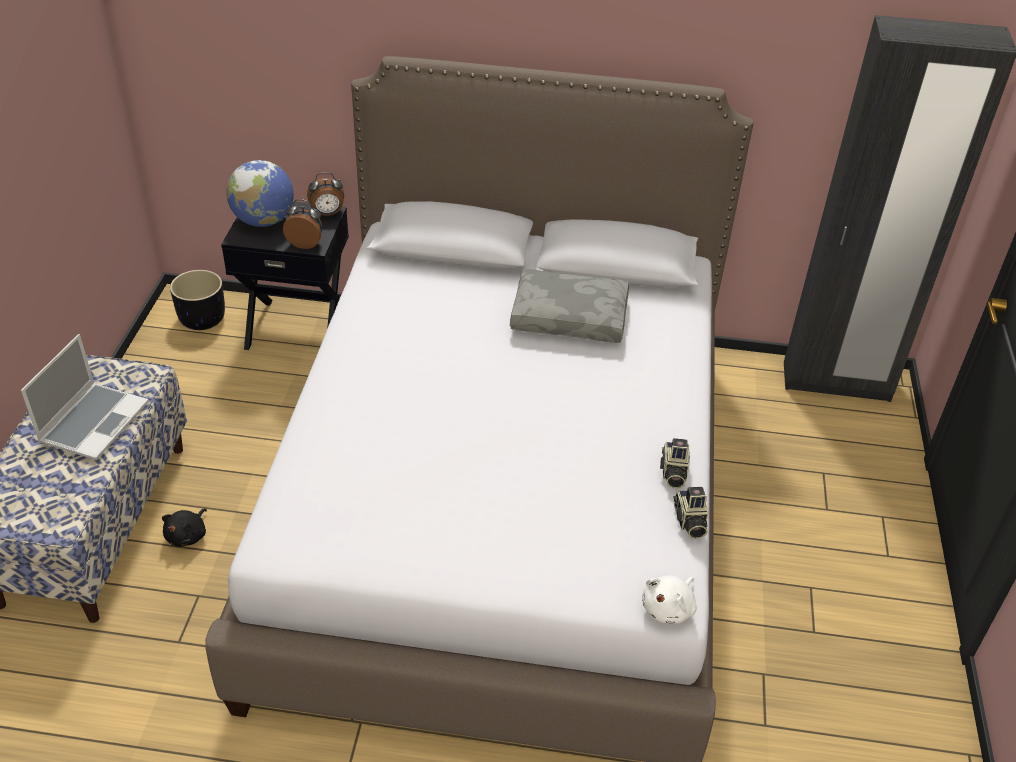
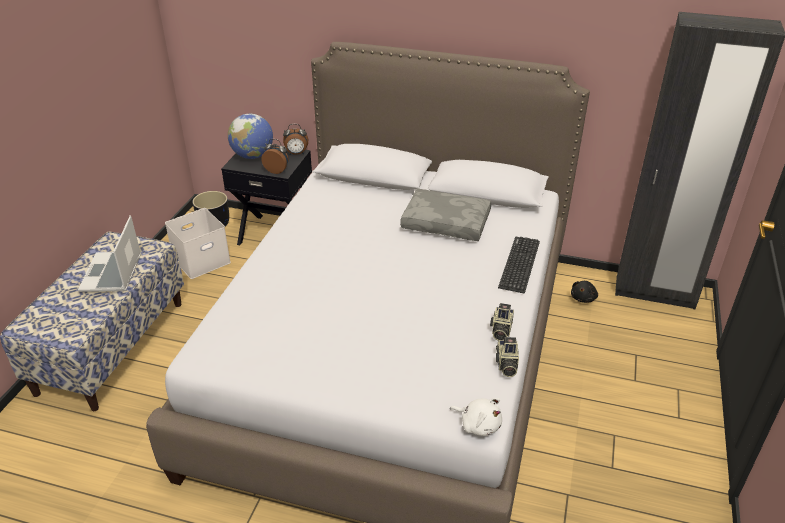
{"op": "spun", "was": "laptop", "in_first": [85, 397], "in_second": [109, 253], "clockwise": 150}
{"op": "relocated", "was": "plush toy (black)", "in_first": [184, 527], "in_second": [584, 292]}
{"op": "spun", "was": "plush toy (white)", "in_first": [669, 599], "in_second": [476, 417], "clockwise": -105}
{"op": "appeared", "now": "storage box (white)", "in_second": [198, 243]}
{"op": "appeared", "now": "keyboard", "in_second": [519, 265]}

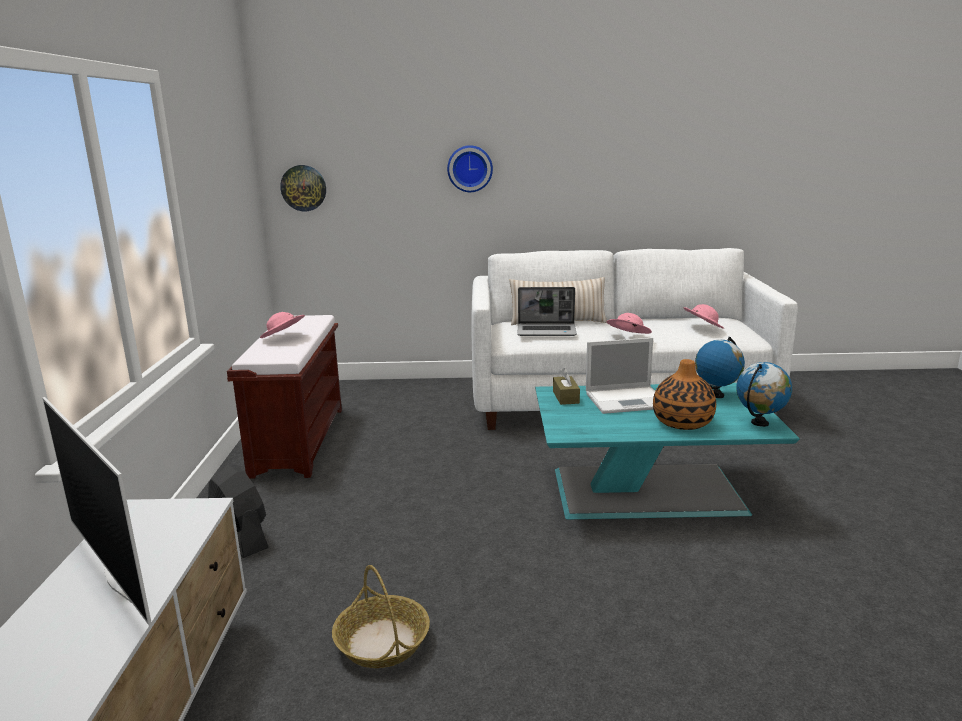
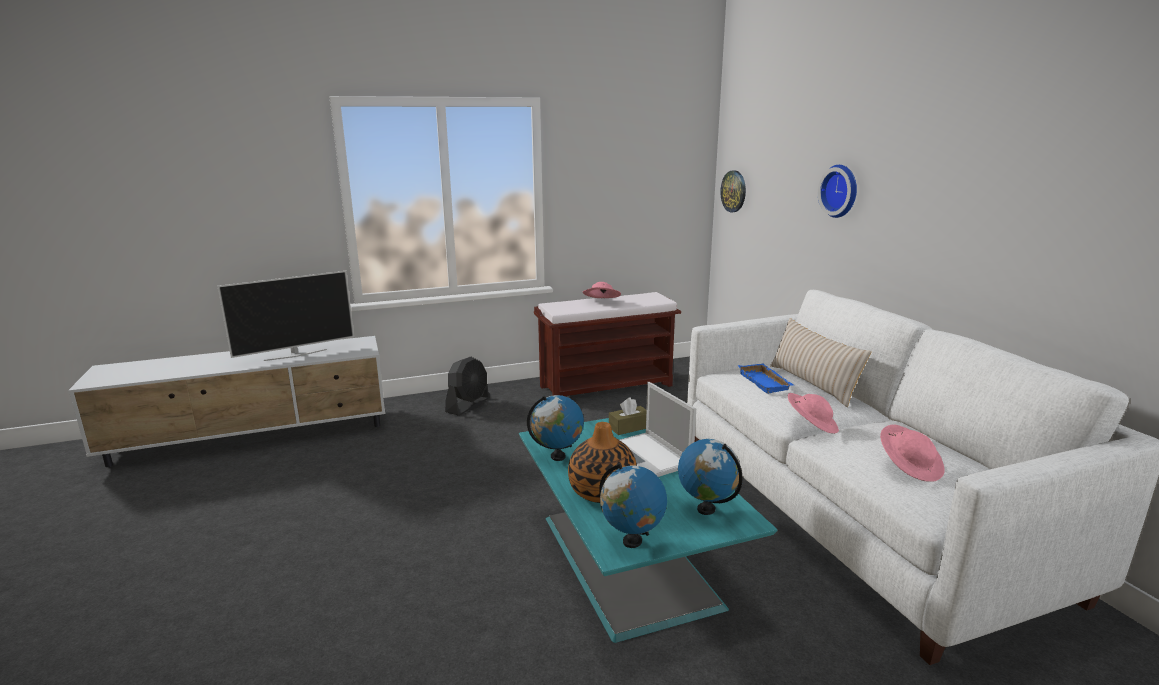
{"op": "spun", "was": "television", "in_first": [97, 511], "in_second": [285, 316], "clockwise": -150}
{"op": "missing", "was": "basket", "in_first": [381, 616]}
{"op": "exchanged", "was": "laptop", "now": "tray (blue)", "in_first": [547, 311], "in_second": [766, 379]}
{"op": "appeared", "now": "globe", "in_second": [555, 428]}

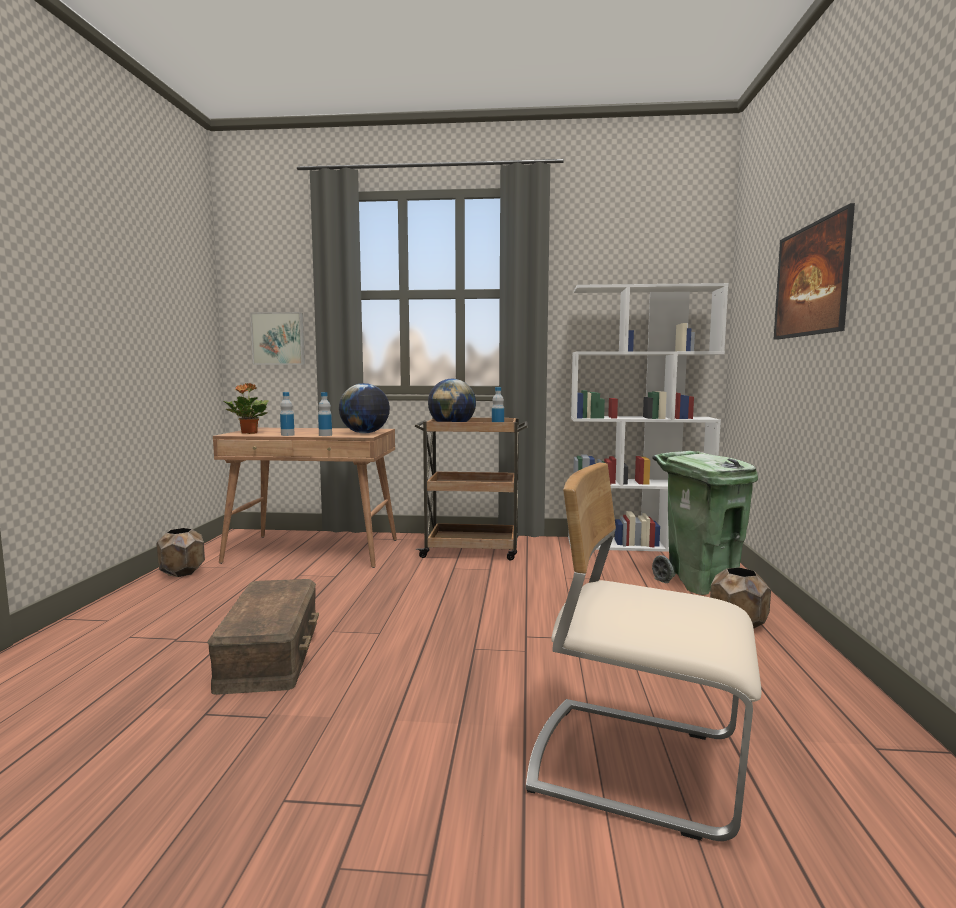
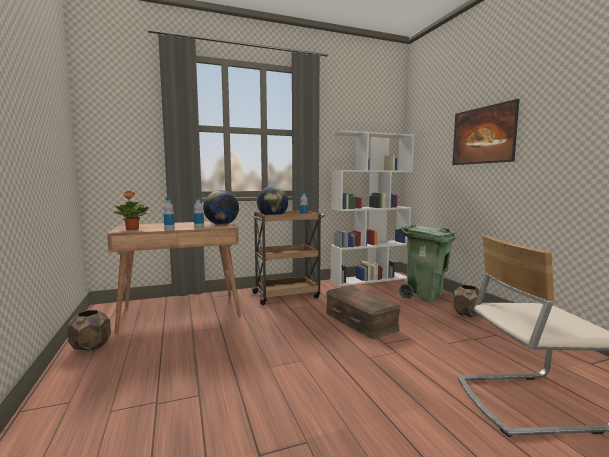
{"op": "relocated", "was": "storage box (brown)", "in_first": [263, 637], "in_second": [363, 312]}
{"op": "missing", "was": "picture", "in_first": [277, 338]}

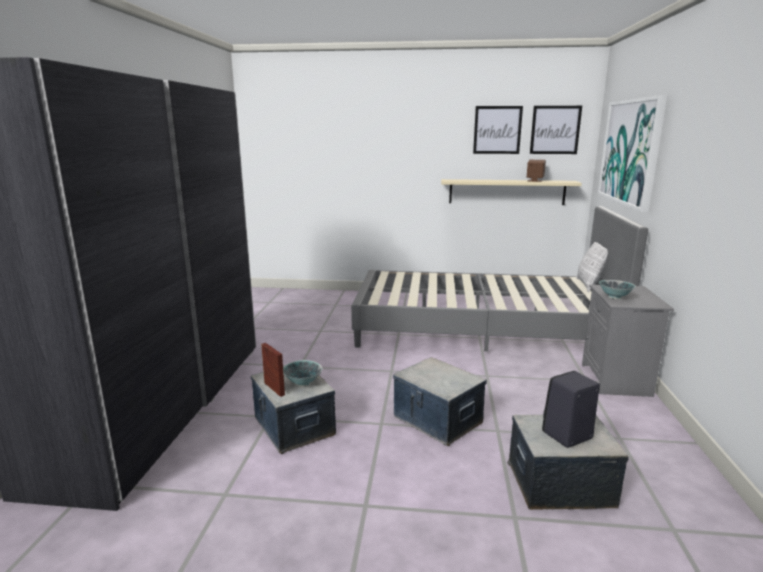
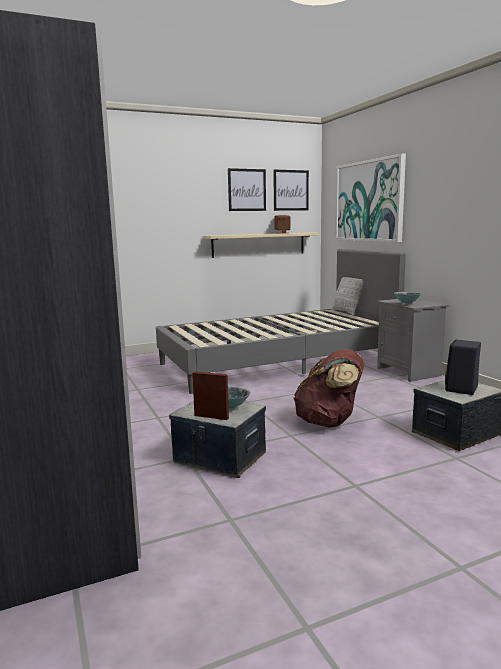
{"op": "exchanged", "was": "storage box", "now": "backpack (brown)", "in_first": [440, 401], "in_second": [329, 388]}

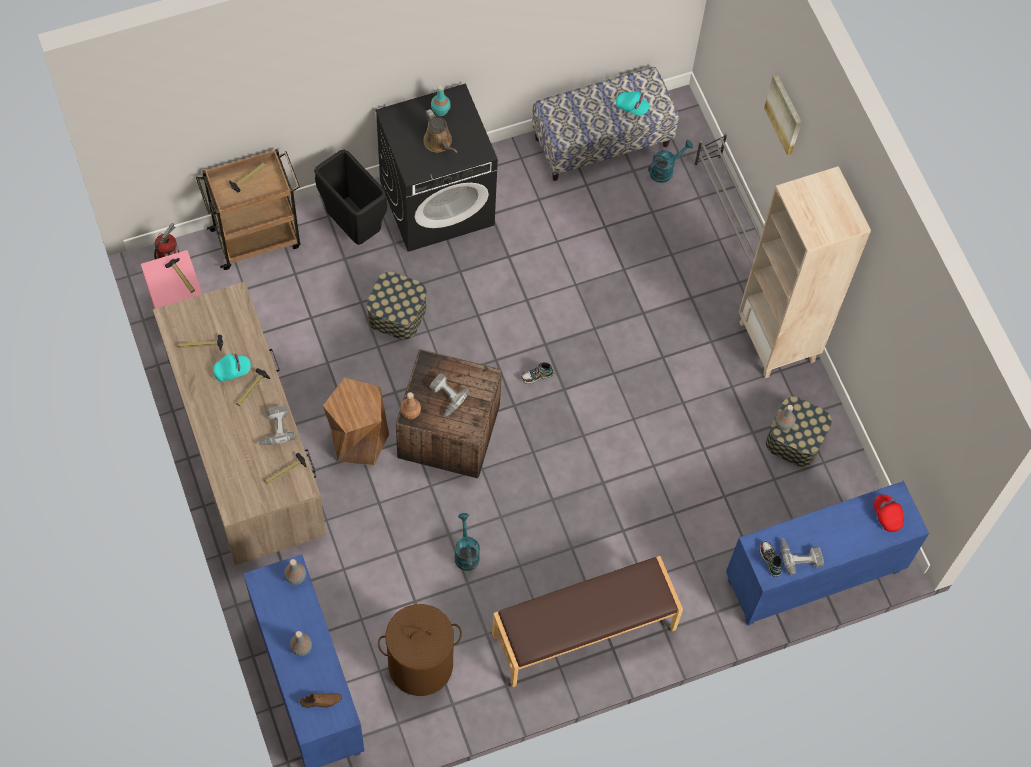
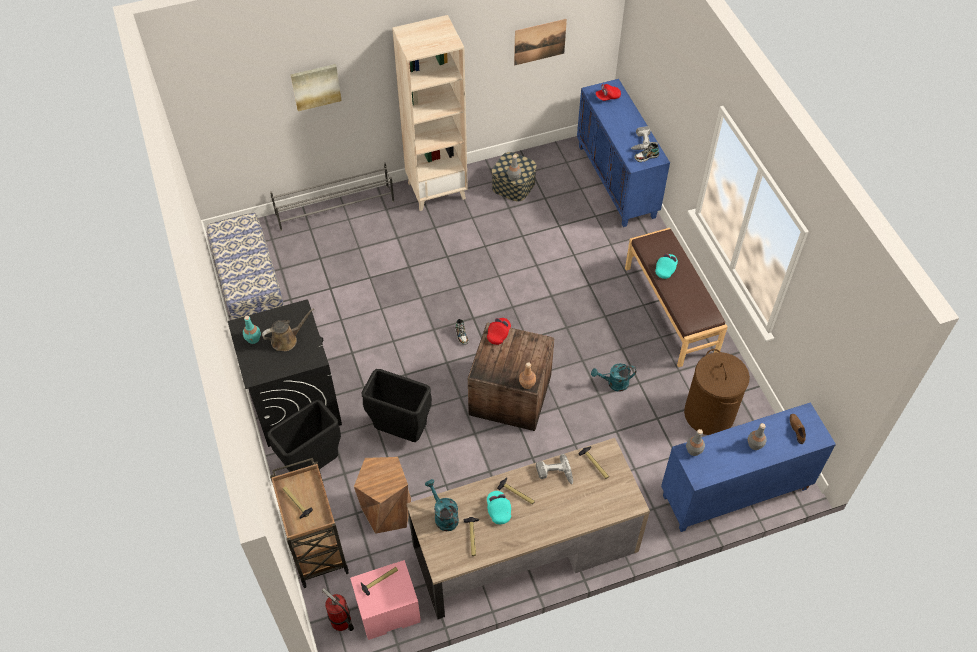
{"op": "relocated", "was": "stool (brown)", "in_first": [356, 421], "in_second": [382, 495]}
{"op": "exchanged", "was": "storage box", "now": "trash can (black)", "in_first": [397, 306], "in_second": [397, 405]}
{"op": "missing", "was": "power drill", "in_first": [450, 395]}
{"op": "relocated", "was": "cap (turquoise)", "in_first": [633, 104], "in_second": [666, 266]}
{"op": "relocated", "was": "watering can (turquoise)", "in_first": [671, 161], "in_second": [442, 505]}
{"op": "appeared", "now": "cap (red)", "in_second": [499, 331]}
{"op": "appeared", "now": "picture", "in_second": [540, 42]}

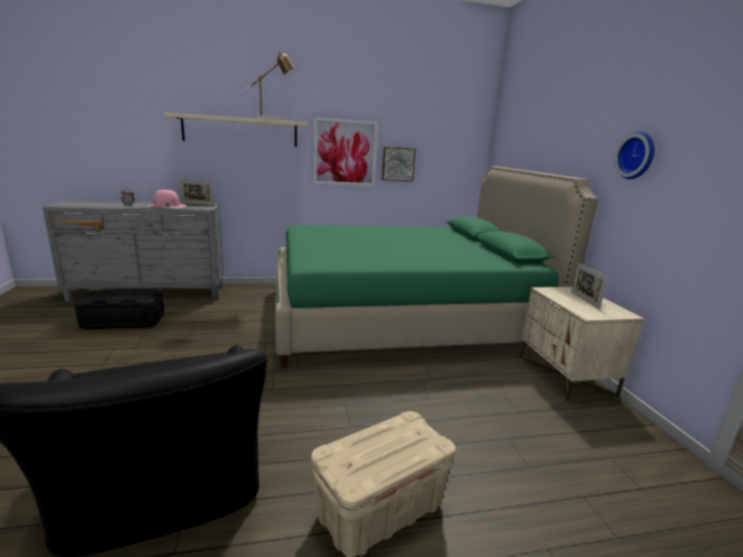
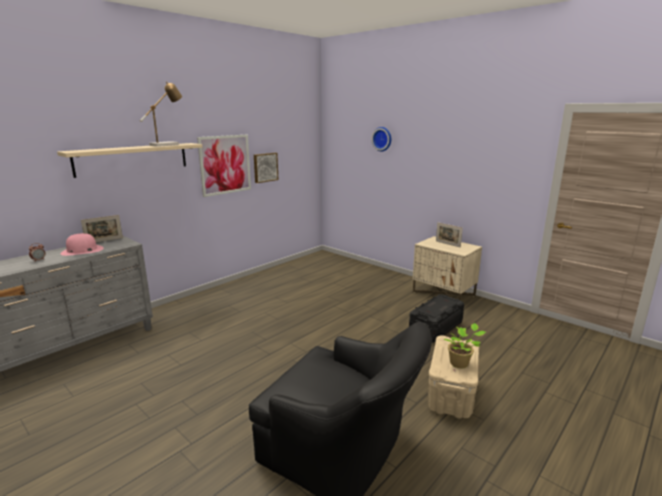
{"op": "relocated", "was": "storage box (black)", "in_first": [119, 309], "in_second": [436, 318]}
{"op": "missing", "was": "bed (green)", "in_first": [436, 267]}
{"op": "relocated", "was": "wall clock", "in_first": [634, 155], "in_second": [381, 139]}
{"op": "appeared", "now": "potted plant", "in_second": [464, 345]}

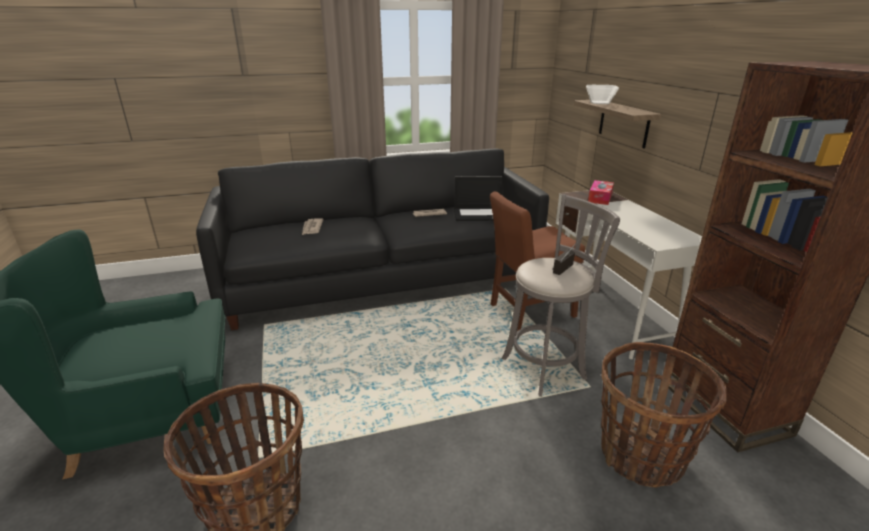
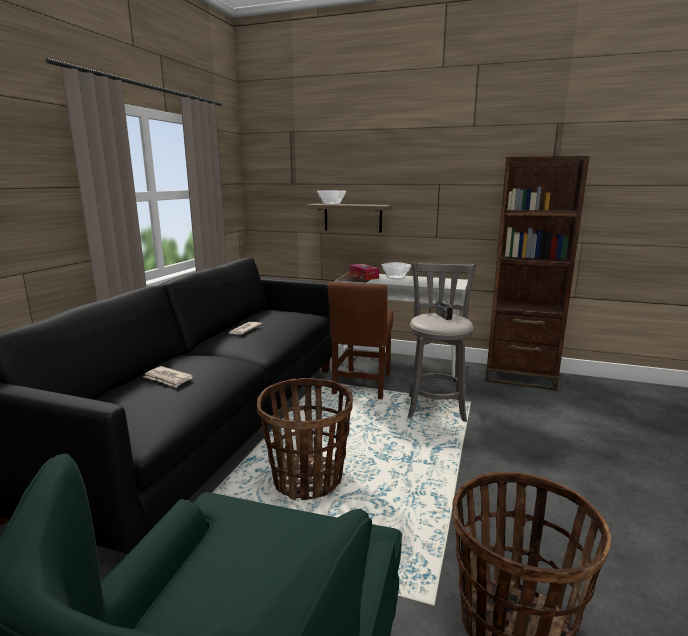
{"op": "missing", "was": "laptop", "in_first": [478, 198]}
{"op": "relocated", "was": "basket", "in_first": [664, 414], "in_second": [305, 439]}
{"op": "appeared", "now": "bowl", "in_second": [396, 270]}

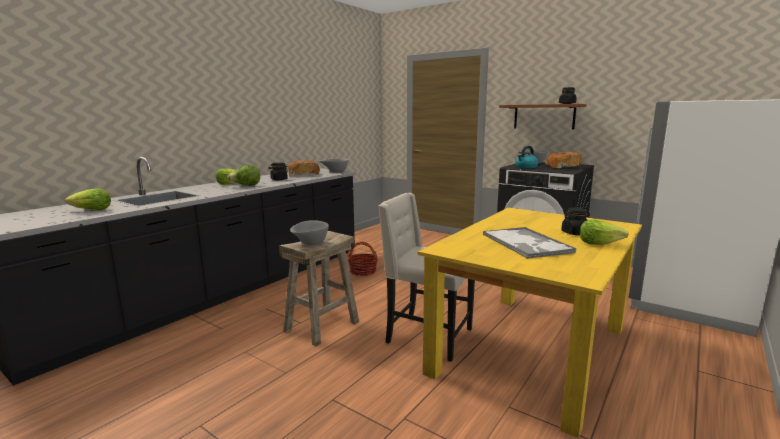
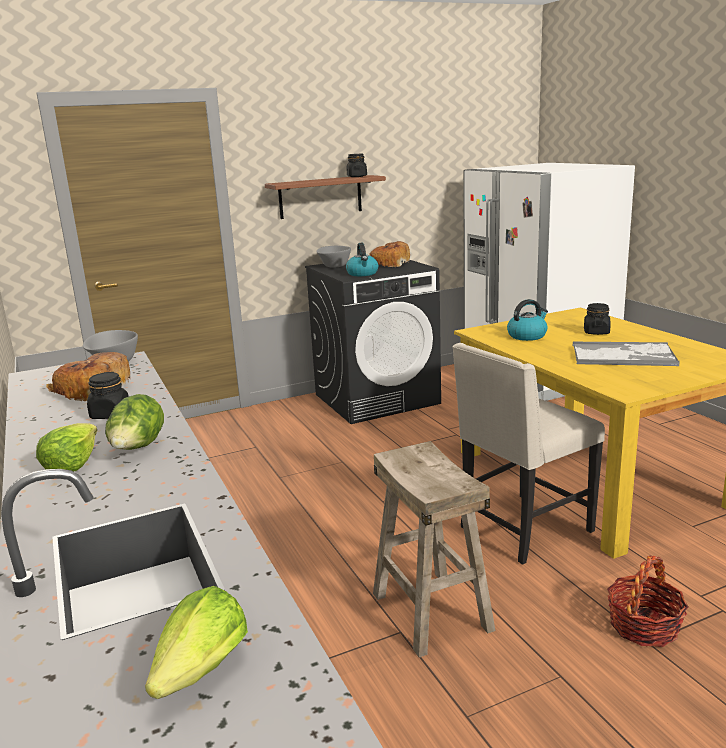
{"op": "missing", "was": "bowl (grey)", "in_first": [309, 232]}
{"op": "relocated", "was": "basket", "in_first": [363, 258], "in_second": [648, 601]}
{"op": "missing", "was": "lettuce", "in_first": [604, 232]}
{"op": "appeared", "now": "kettle", "in_second": [527, 320]}

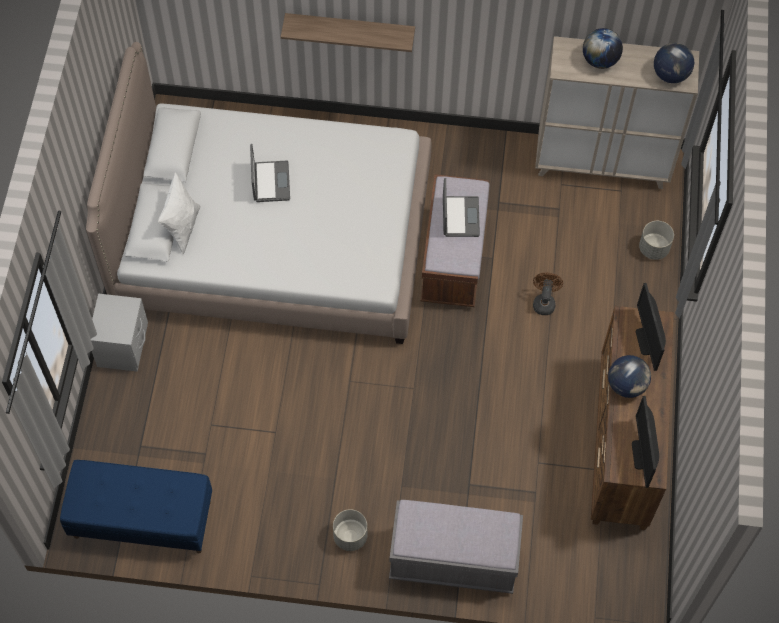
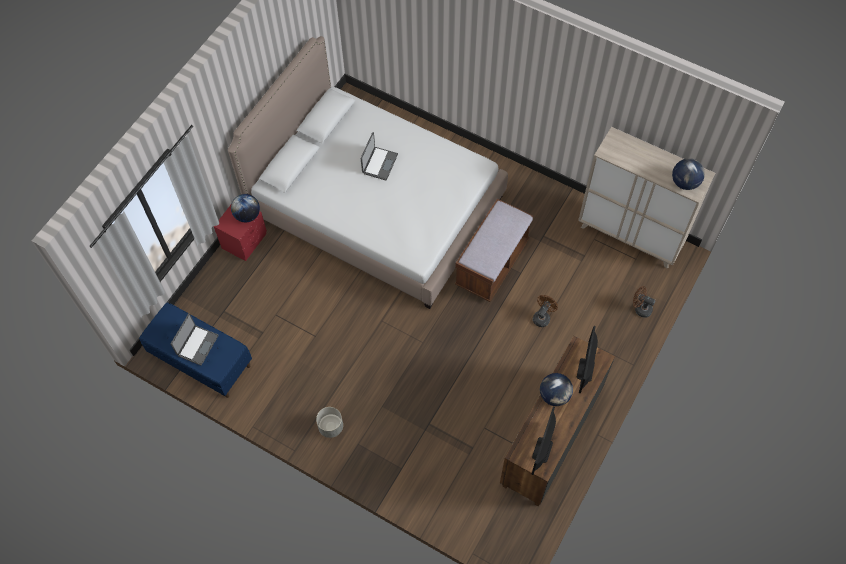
{"op": "colour", "was": "nightstand (grey)", "now": "nightstand (red)", "in_first": [119, 333], "in_second": [240, 233]}
{"op": "missing", "was": "pillow (white)", "in_first": [179, 213]}
{"op": "missing", "was": "shelf", "in_first": [348, 32]}
{"op": "missing", "was": "bench (grey)", "in_first": [456, 547]}
{"op": "relocated", "was": "laptop", "in_first": [461, 207], "in_second": [195, 340]}
{"op": "relocated", "was": "globe", "in_first": [603, 48], "in_second": [245, 208]}
{"op": "exchanged", "was": "planter (grey)", "now": "fan (brown)", "in_first": [656, 240], "in_second": [644, 302]}

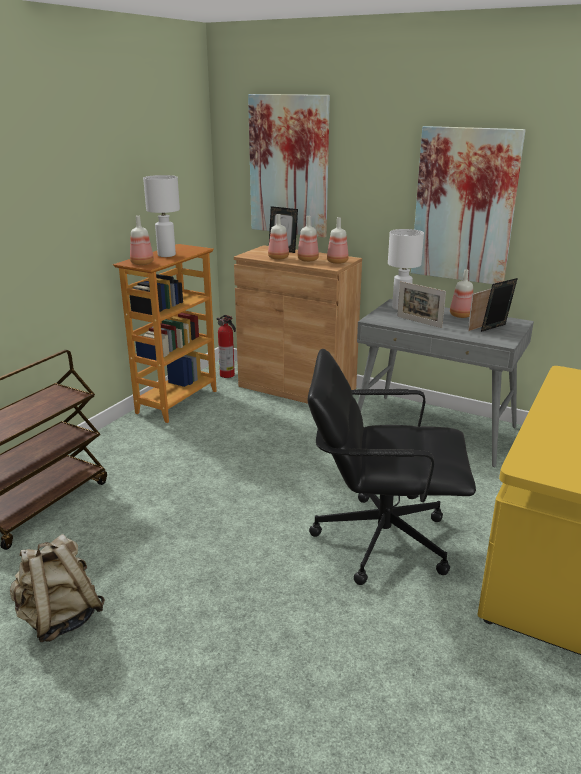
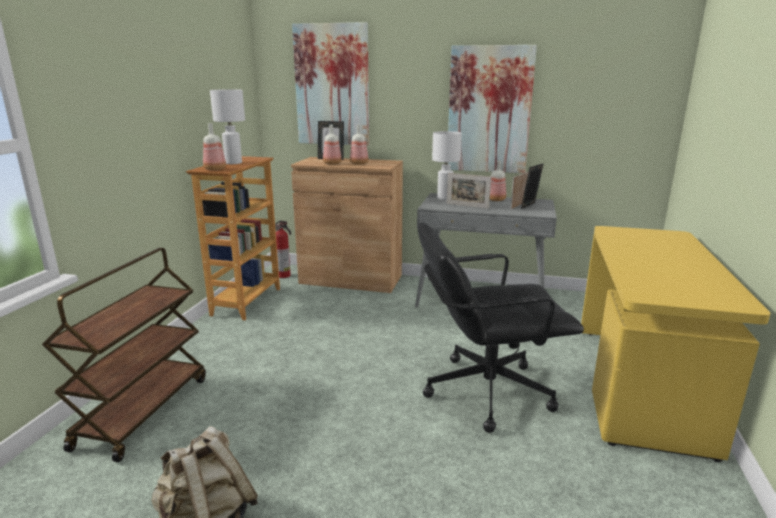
{"op": "missing", "was": "bottle", "in_first": [338, 240]}

